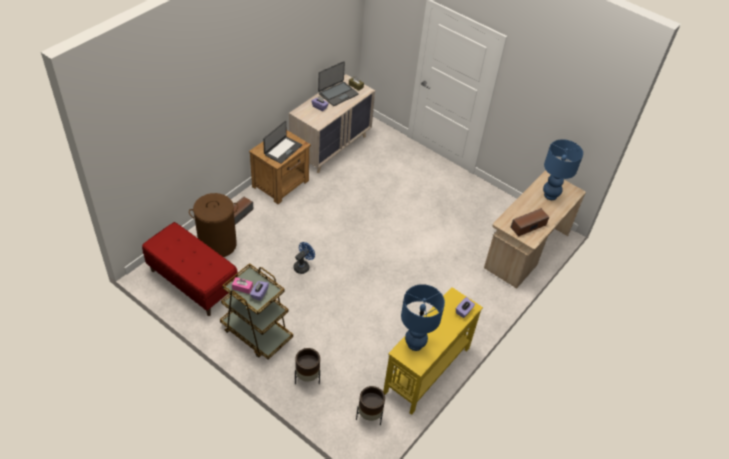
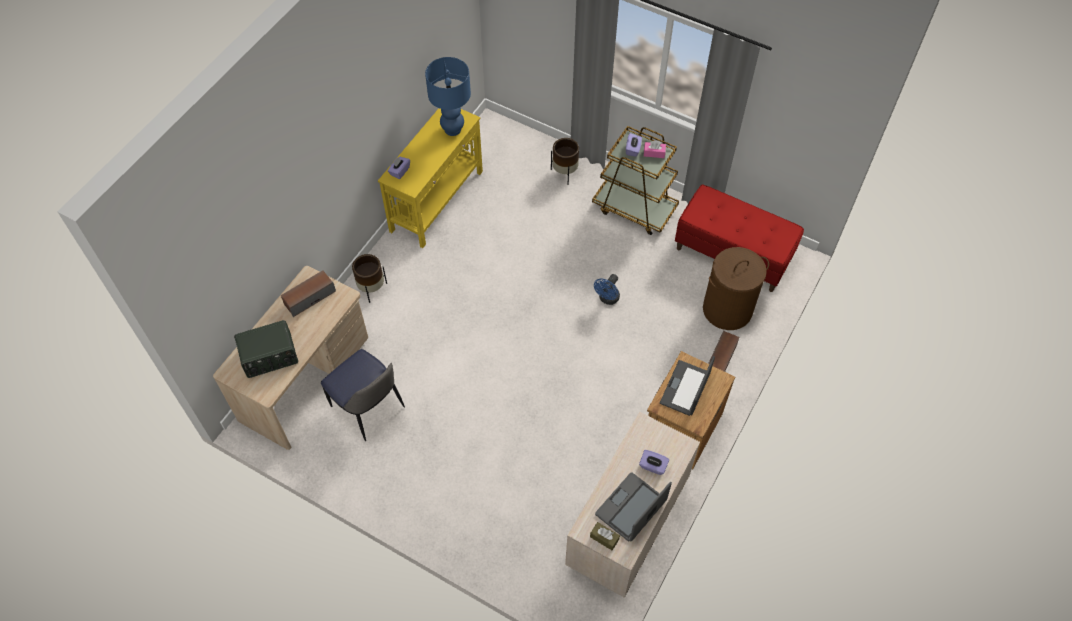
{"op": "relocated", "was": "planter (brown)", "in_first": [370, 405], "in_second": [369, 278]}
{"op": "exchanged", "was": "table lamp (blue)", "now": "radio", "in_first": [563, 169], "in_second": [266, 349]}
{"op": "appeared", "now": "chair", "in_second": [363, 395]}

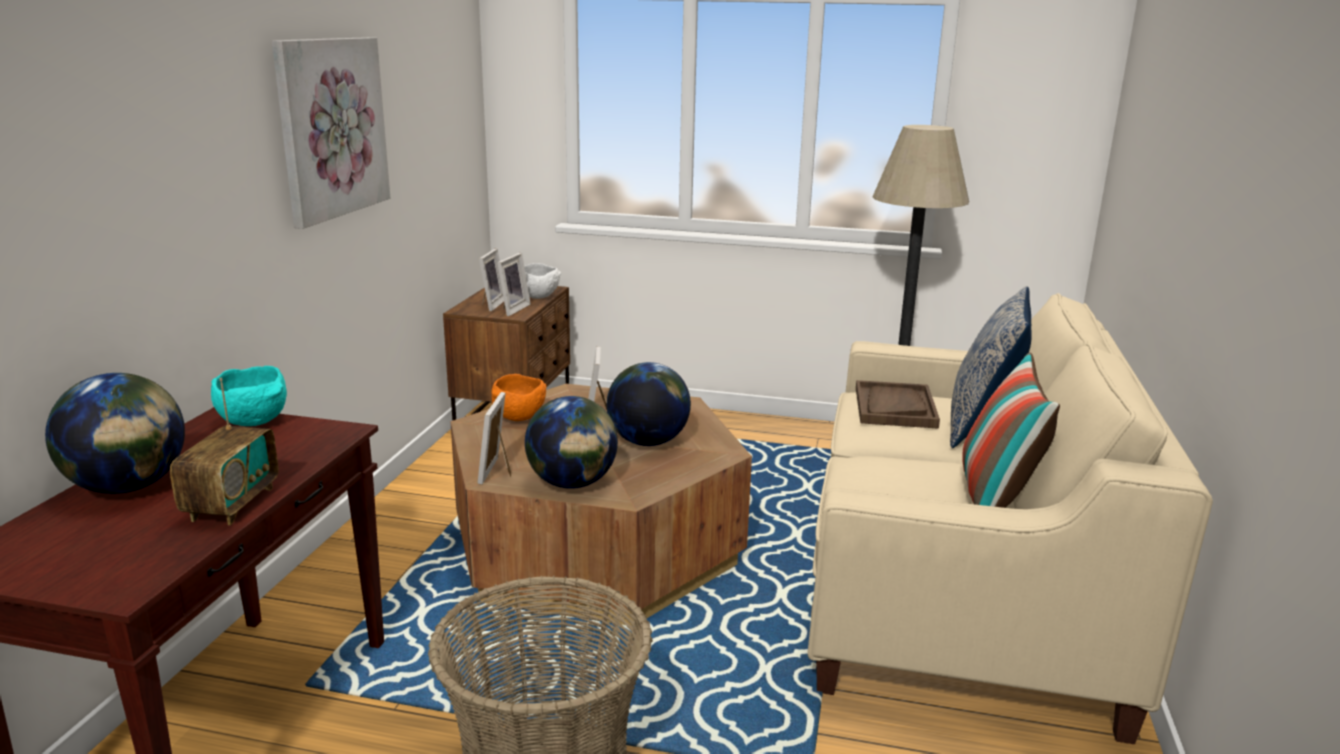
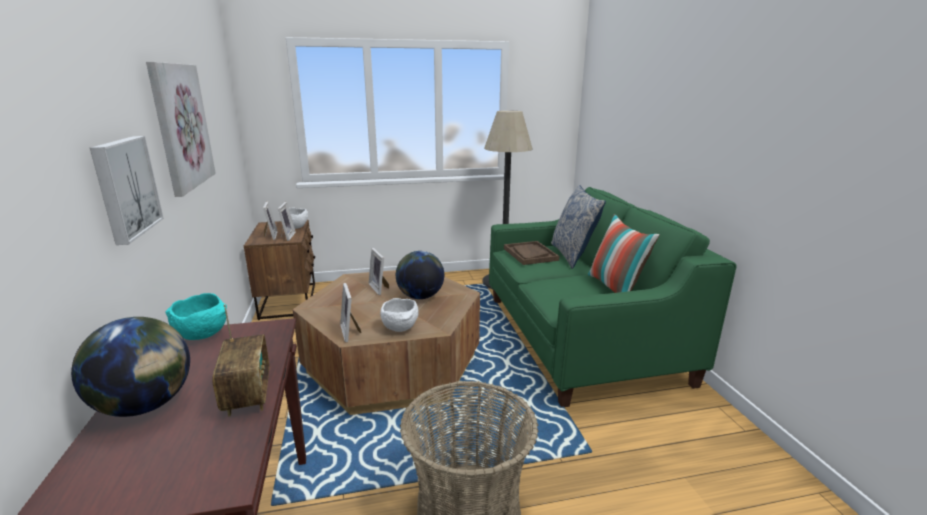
{"op": "missing", "was": "bowl (orange)", "in_first": [519, 397]}
{"op": "exchanged", "was": "globe", "now": "bowl (white)", "in_first": [571, 442], "in_second": [399, 315]}
{"op": "colour", "was": "sofa (beige)", "now": "sofa (green)", "in_first": [1010, 518], "in_second": [613, 297]}
{"op": "appeared", "now": "picture", "in_second": [127, 190]}

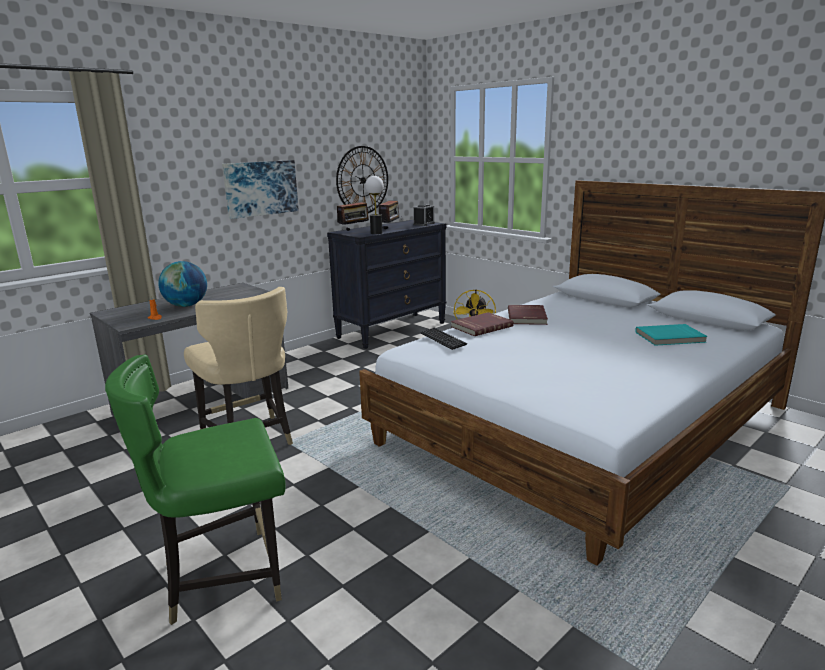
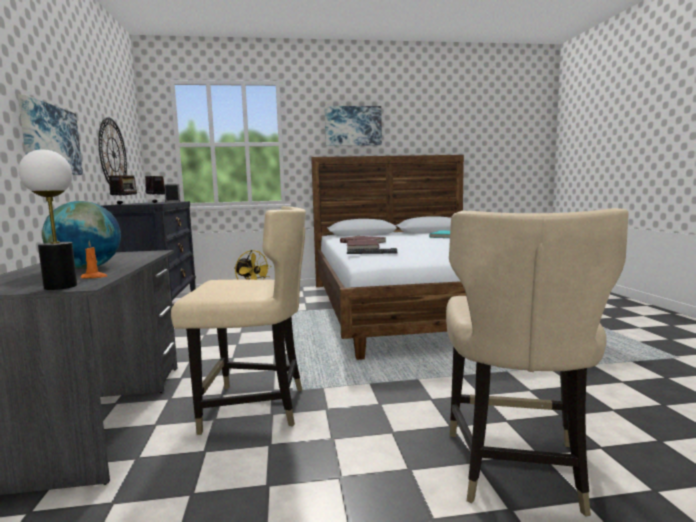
{"op": "colour", "was": "chair (green)", "now": "chair (beige)", "in_first": [195, 490], "in_second": [537, 362]}
{"op": "relocated", "was": "table lamp", "in_first": [374, 205], "in_second": [48, 219]}
{"op": "appeared", "now": "picture", "in_second": [353, 126]}

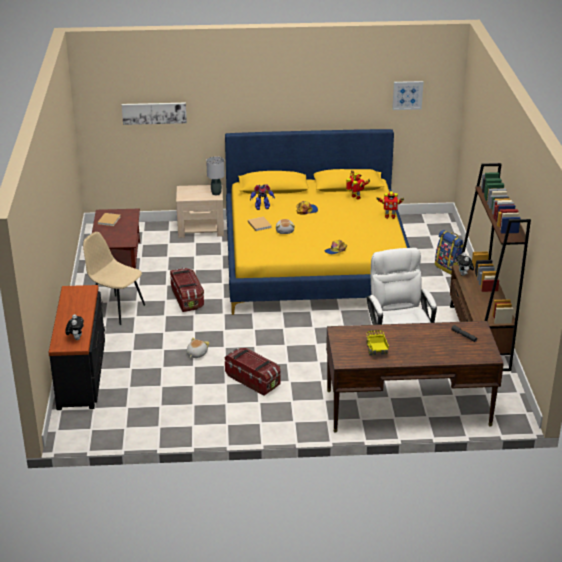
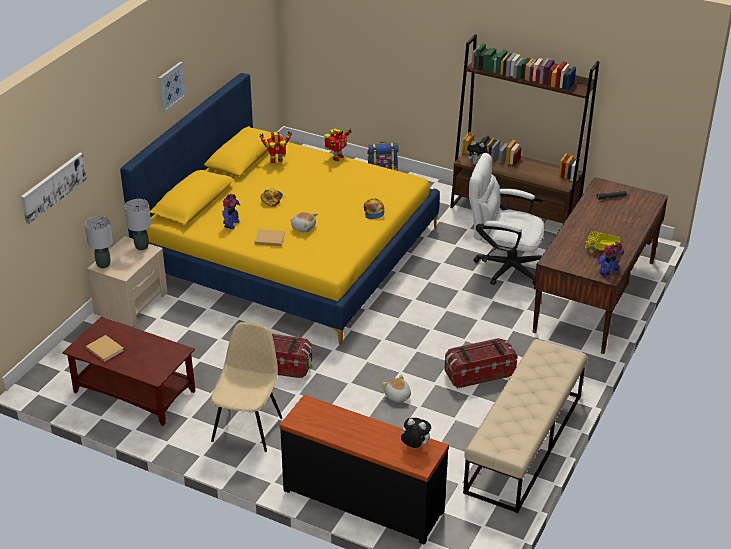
{"op": "spun", "was": "chair (beige)", "in_first": [114, 278], "in_second": [246, 387], "clockwise": 135}
{"op": "relocated", "was": "picture", "in_first": [407, 95], "in_second": [172, 87]}
{"op": "appeared", "now": "table lamp (grey)", "in_second": [99, 242]}
{"op": "appeared", "now": "bench (beige)", "in_second": [525, 426]}
{"op": "appeared", "now": "toy robot", "in_second": [610, 259]}

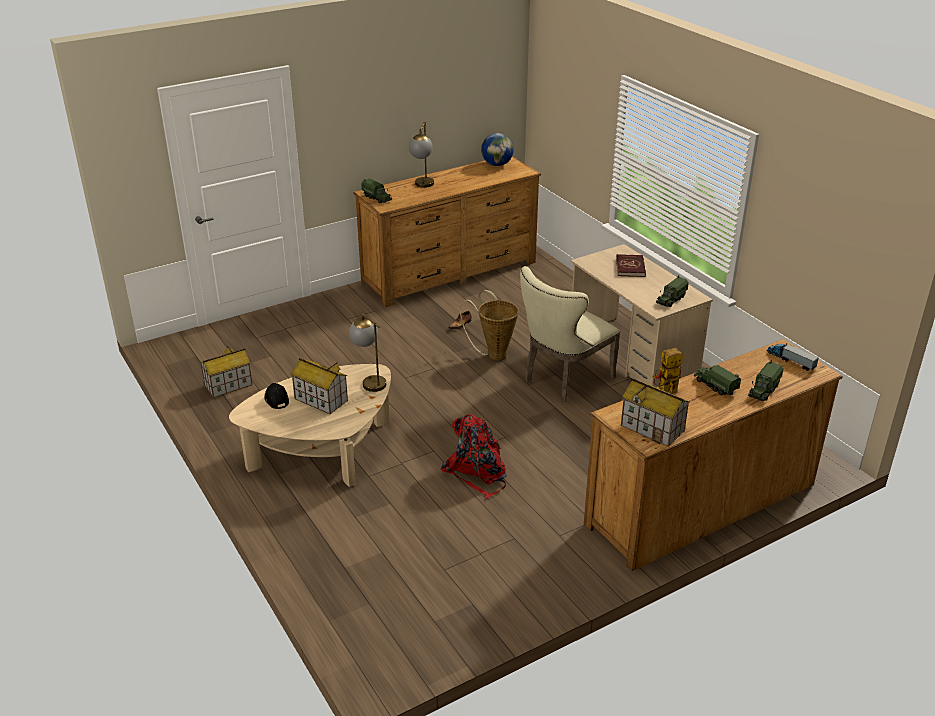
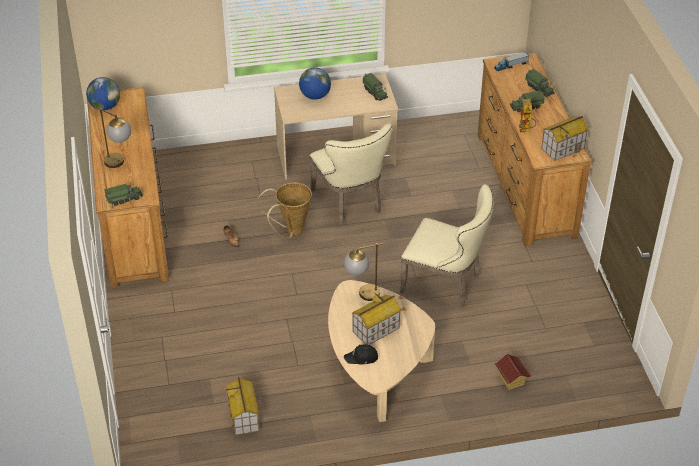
{"op": "exchanged", "was": "backpack (red)", "now": "chair (beige)", "in_first": [474, 456], "in_second": [447, 245]}
{"op": "exchanged", "was": "book (red)", "now": "globe", "in_first": [631, 265], "in_second": [315, 83]}
{"op": "appeared", "now": "toy house", "in_second": [512, 372]}

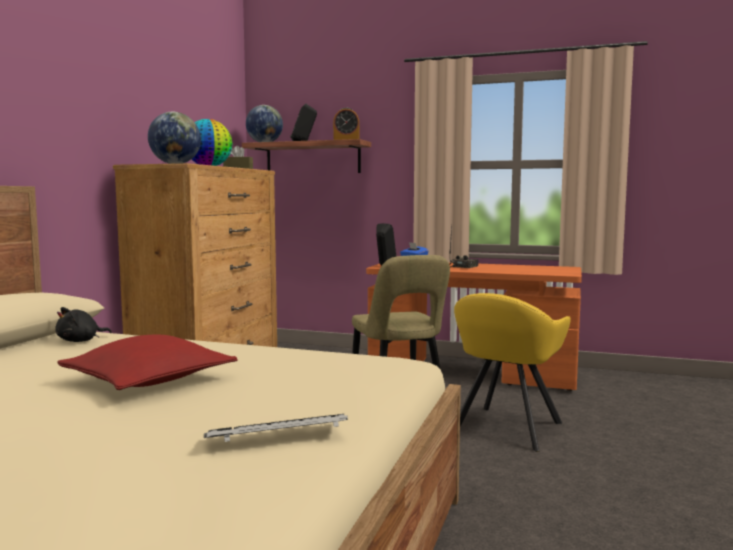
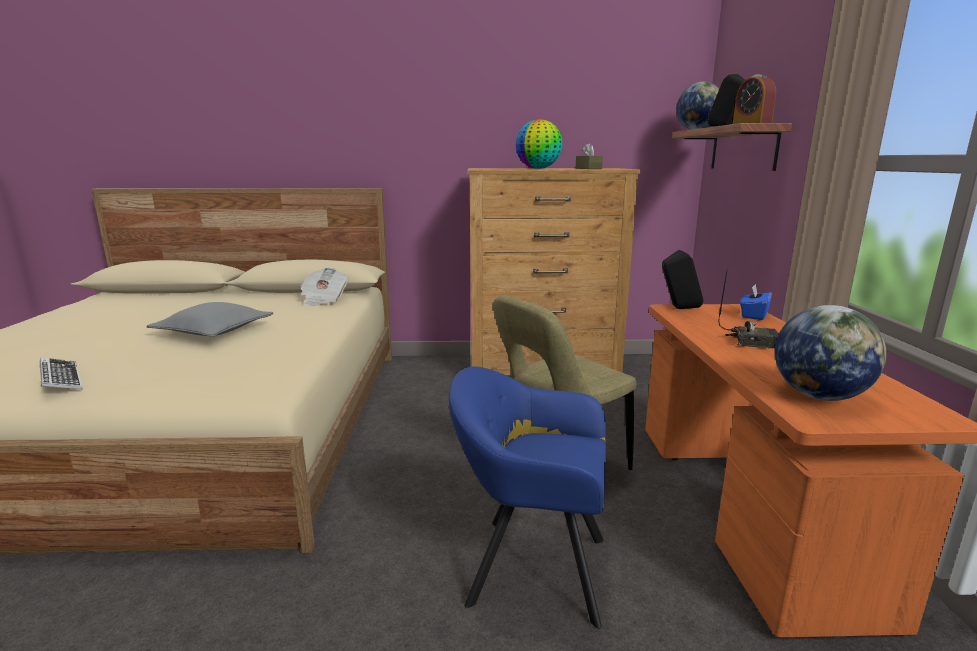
{"op": "exchanged", "was": "plush toy (black)", "now": "newspaper", "in_first": [83, 324], "in_second": [324, 287]}
{"op": "colour", "was": "pillow (red)", "now": "pillow (grey)", "in_first": [147, 362], "in_second": [210, 319]}
{"op": "relocated", "was": "globe", "in_first": [174, 138], "in_second": [830, 353]}
{"op": "colour", "was": "armchair (yellow)", "now": "armchair (blue)", "in_first": [512, 372], "in_second": [527, 497]}

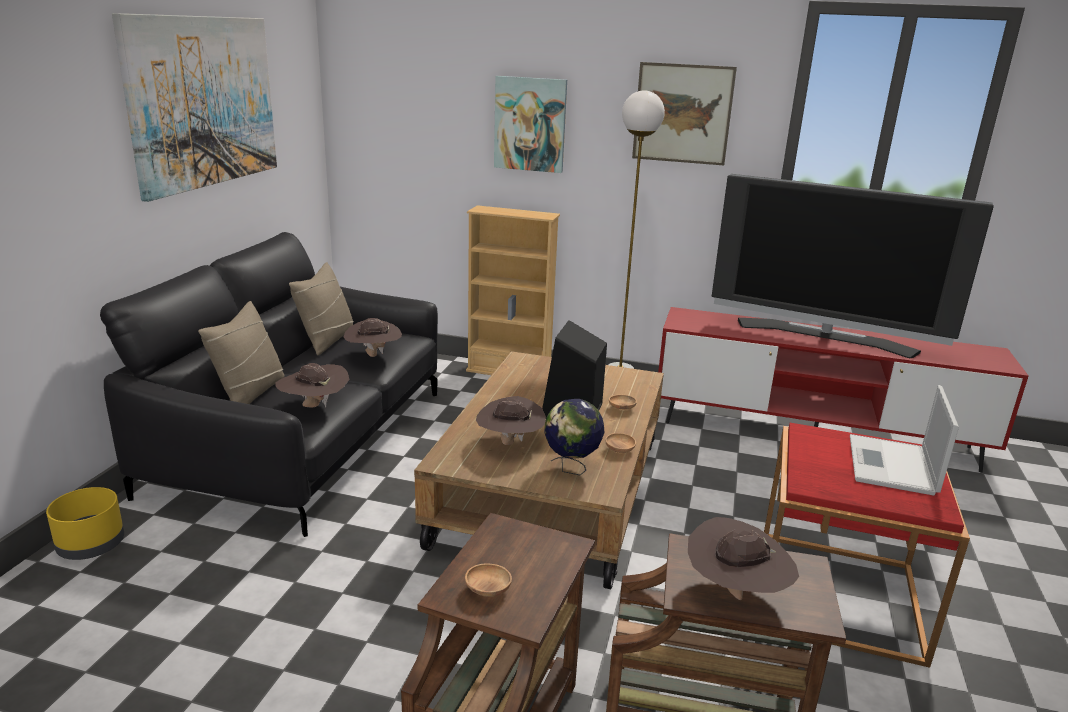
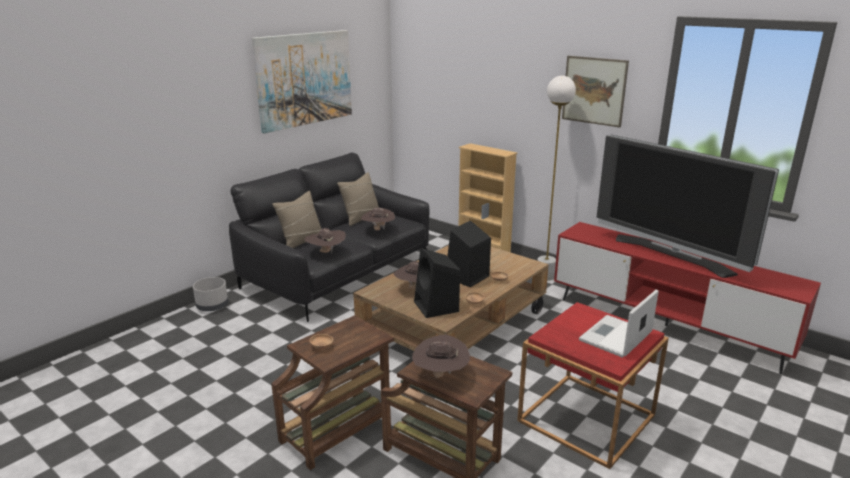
{"op": "colour", "was": "planter (yellow)", "now": "planter (grey)", "in_first": [85, 523], "in_second": [210, 294]}
{"op": "missing", "was": "picture", "in_first": [530, 124]}
{"op": "exchanged", "was": "globe", "now": "speaker (black)", "in_first": [574, 437], "in_second": [437, 283]}

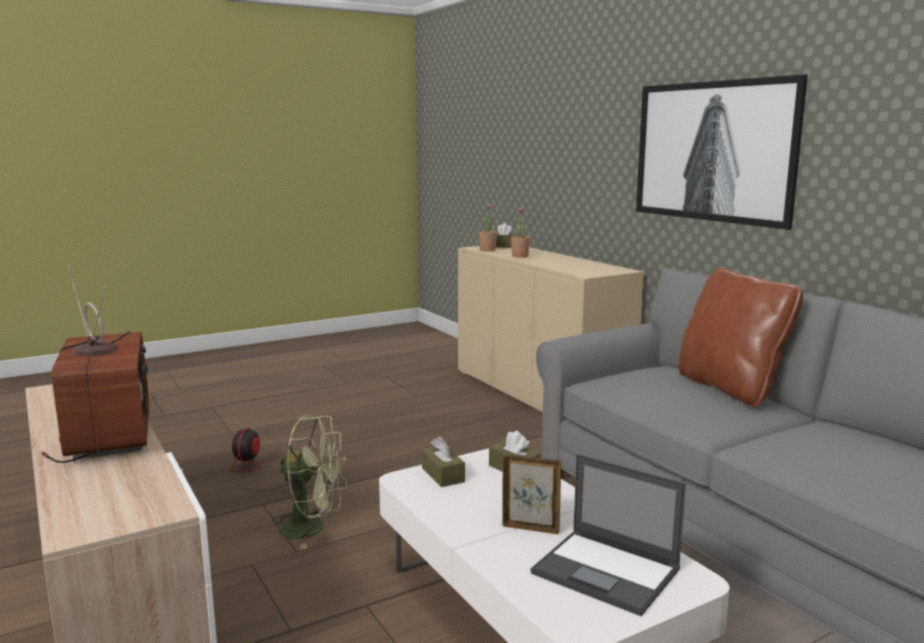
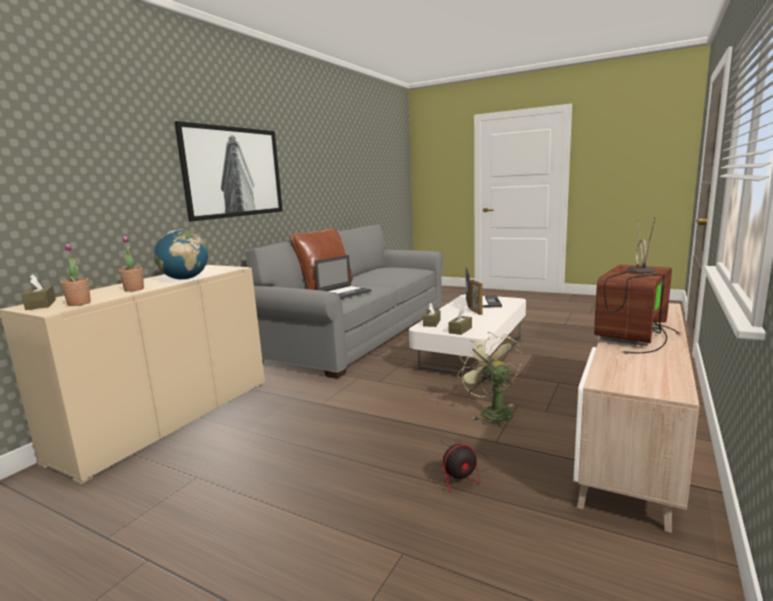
{"op": "appeared", "now": "globe", "in_second": [181, 255]}
{"op": "appeared", "now": "laptop", "in_second": [343, 277]}

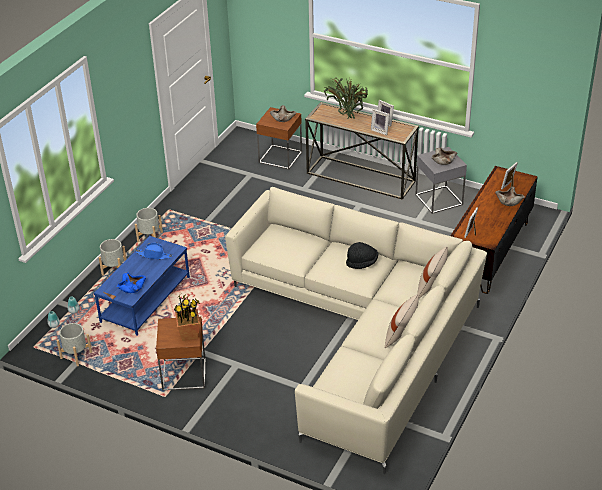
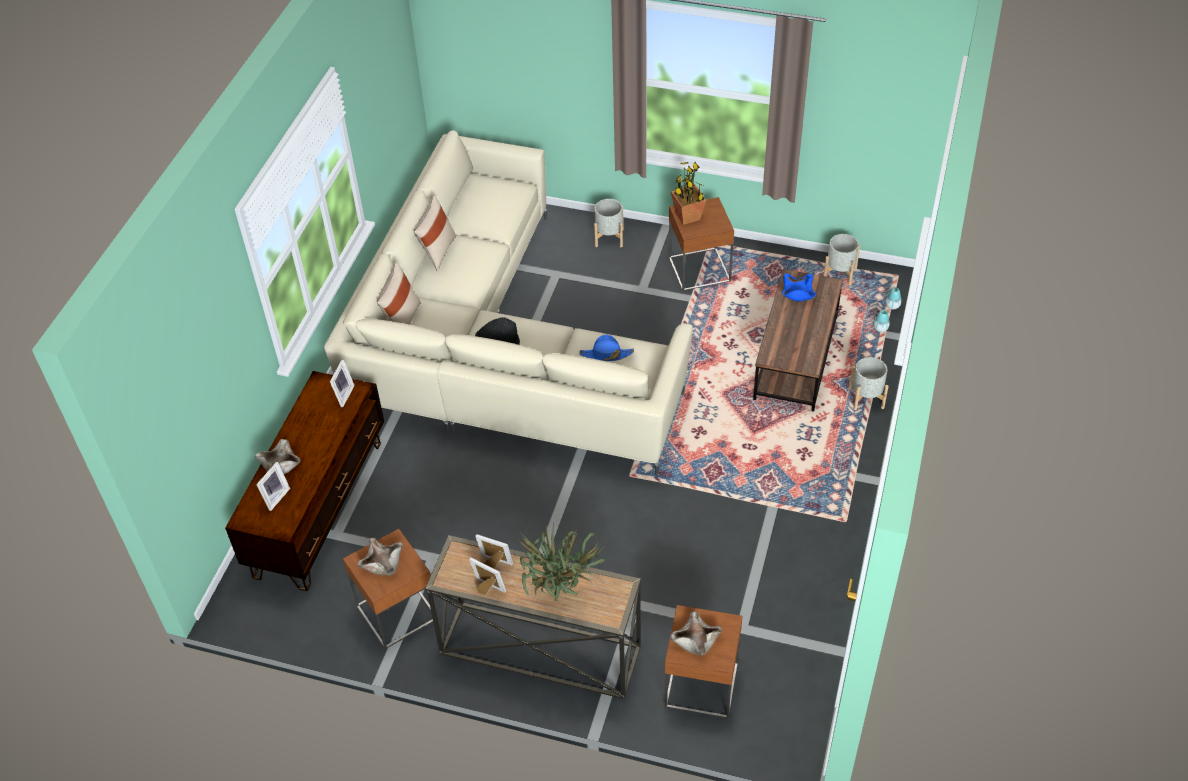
{"op": "colour", "was": "coffee table (blue)", "now": "coffee table (brown)", "in_first": [142, 286], "in_second": [798, 340]}
{"op": "relocated", "was": "planter (grey)", "in_first": [149, 225], "in_second": [609, 223]}
{"op": "relocated", "was": "hat (blue)", "in_first": [154, 251], "in_second": [606, 347]}
{"op": "colour", "was": "side table (grey)", "now": "side table (brown)", "in_first": [441, 180], "in_second": [391, 589]}

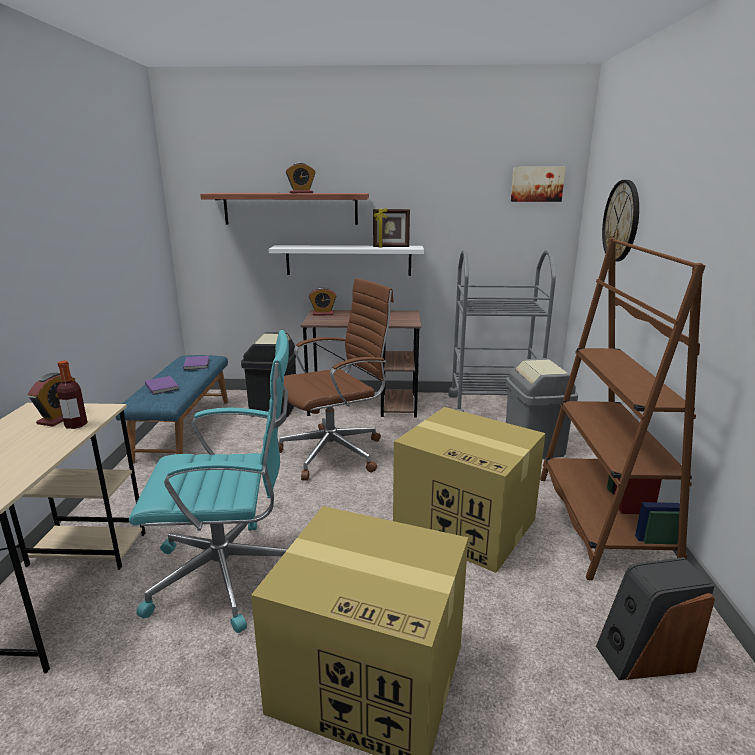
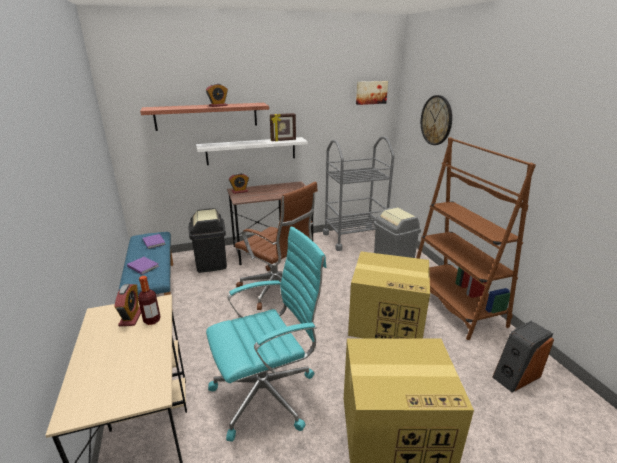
{"op": "spun", "was": "office chair (brown)", "in_first": [336, 379], "in_second": [276, 245], "clockwise": 90}

